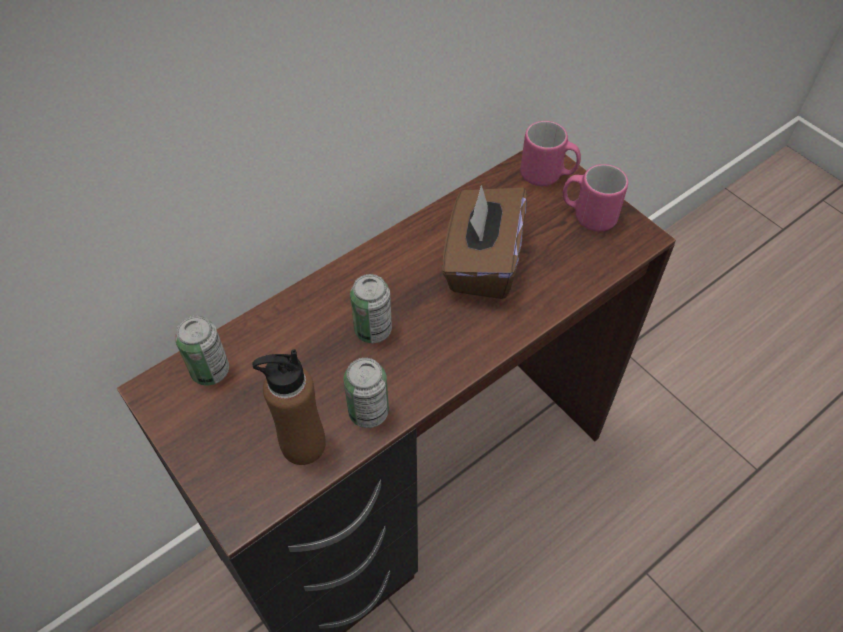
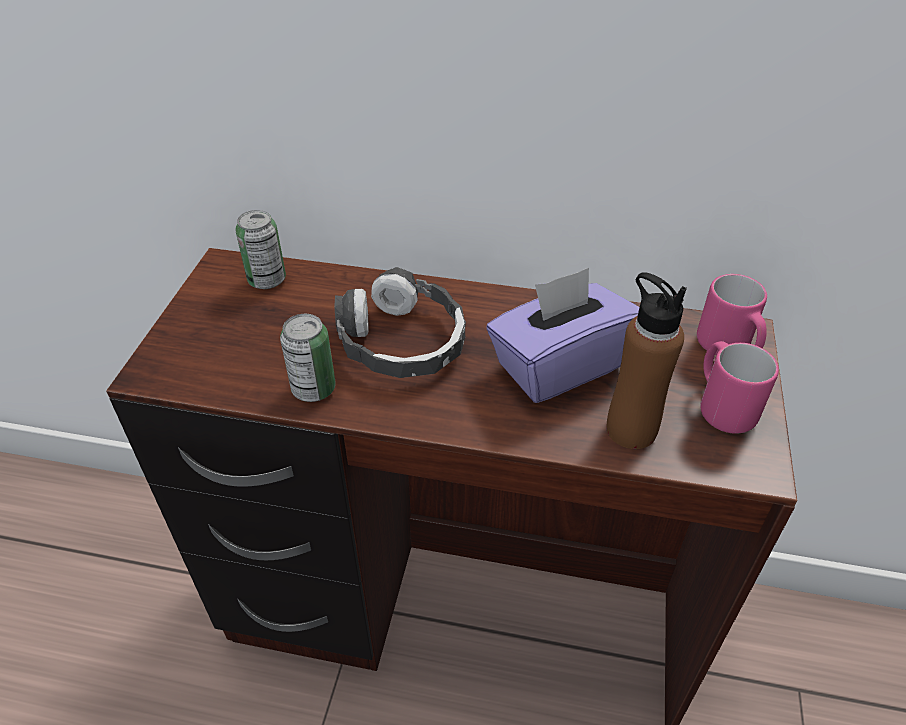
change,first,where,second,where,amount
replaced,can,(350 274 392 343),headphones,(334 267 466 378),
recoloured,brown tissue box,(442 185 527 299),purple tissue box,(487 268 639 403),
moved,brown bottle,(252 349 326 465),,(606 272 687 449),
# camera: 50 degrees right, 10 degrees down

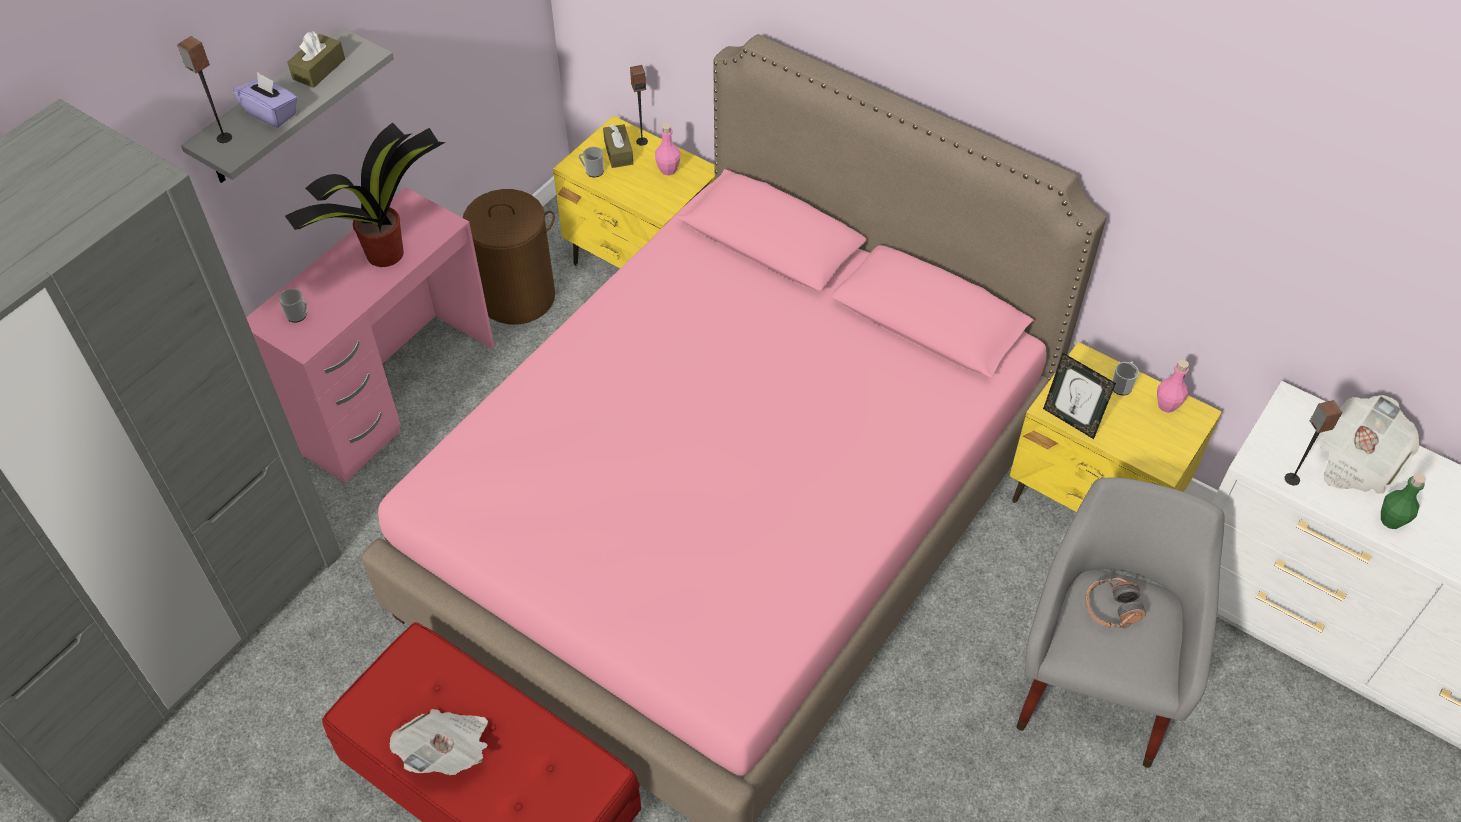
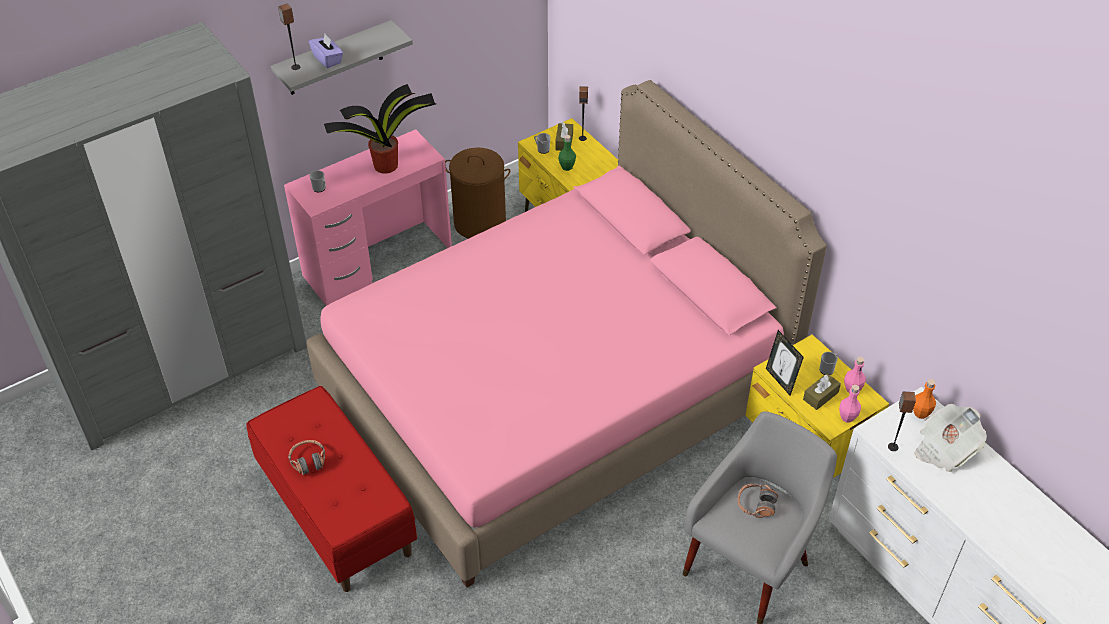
change,first,where,second,where,amount
replaced,newspaper,(390 709 488 775),headphones,(288 440 325 475),
moved,green bottle,(1381 473 1426 529),,(558 135 576 171),
moved,brown tissue box,(287 31 345 88),,(803 373 841 410),
moved,pink bottle,(655 123 680 176),,(839 385 861 423),
added,,,orange bottle,(913 379 936 419),
# camera: 20 degrees right, 5 degrees down

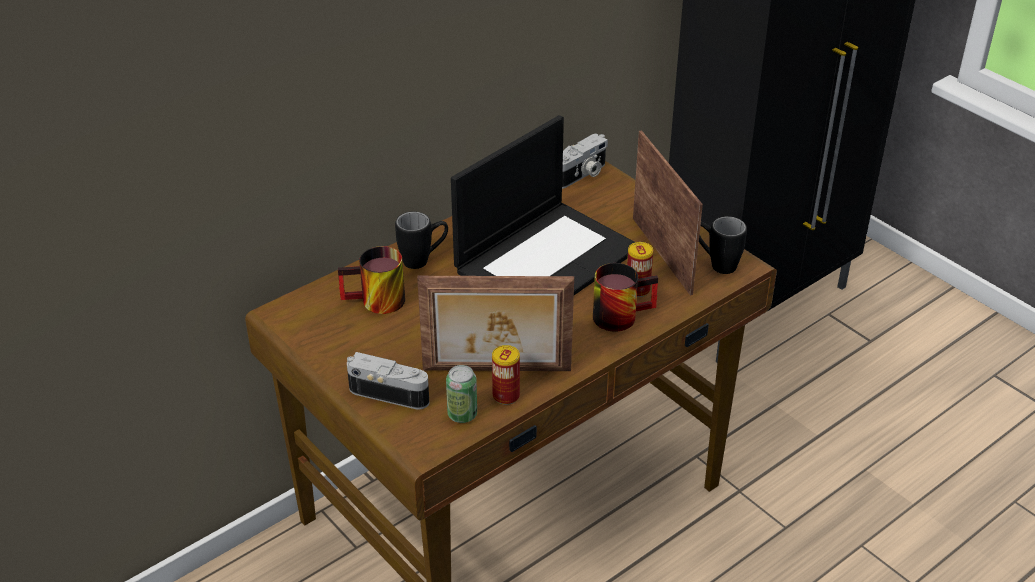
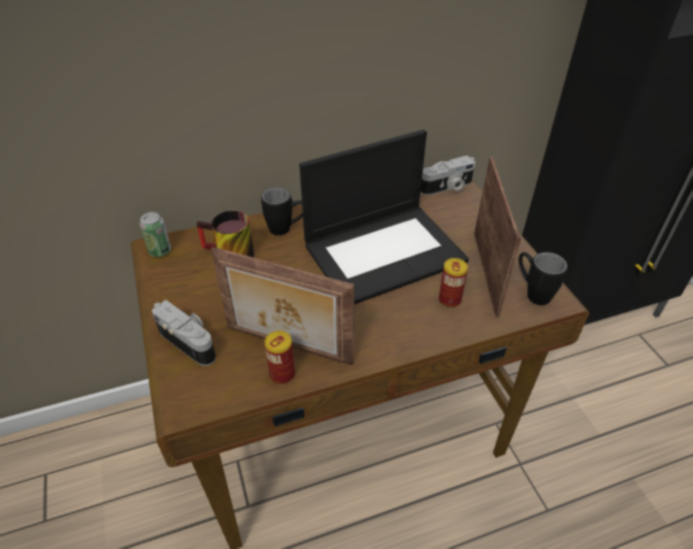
change,first,where,second,where,amount
moved,can,(446 365 477 423),,(140 212 171 257),
removed,mug,(593 263 658 332),,,
# camera: 20 degrees right, 5 degrees up

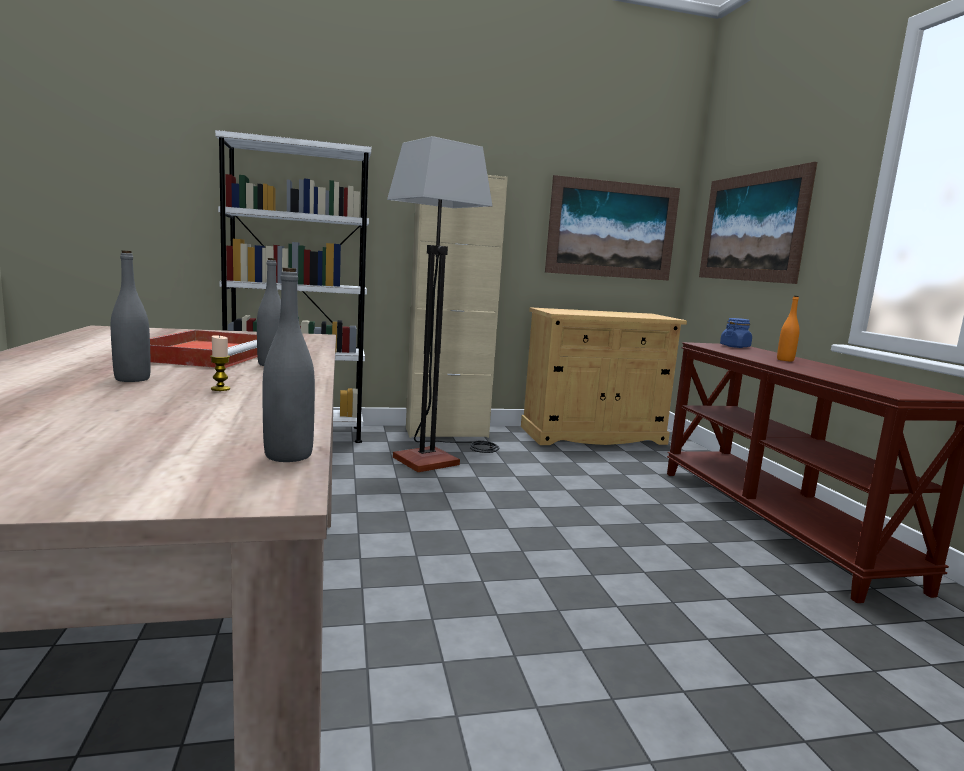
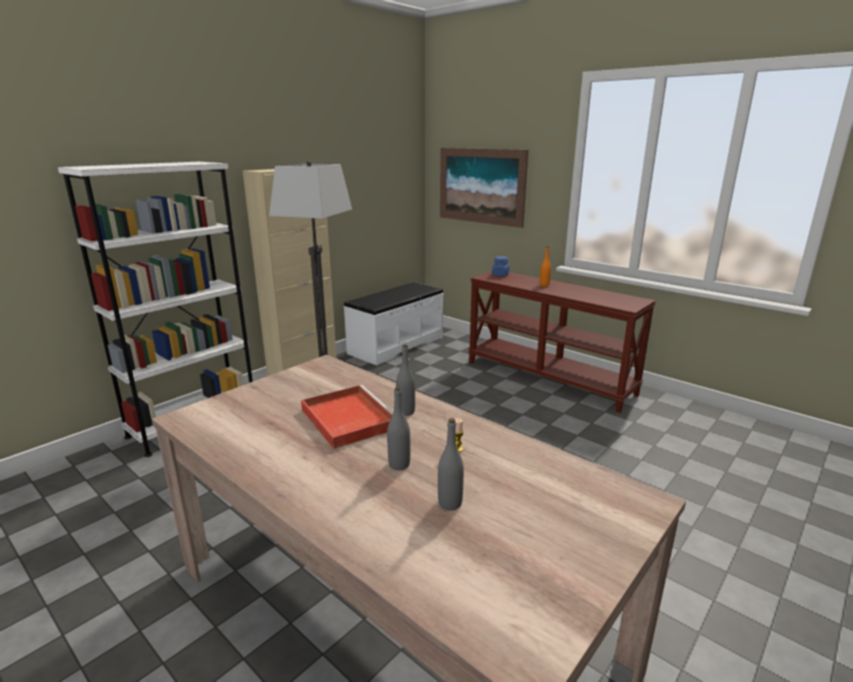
change,first,where,second,where,amount
replaced,beige cabinet,(521 307 687 445),white bench,(344 282 444 366),
moved,grey bottle,(262 268 315 462),,(438 418 464 511),
removed,picture,(545 175 680 281),,,
# camera: 35 degrees left, 10 degrees up

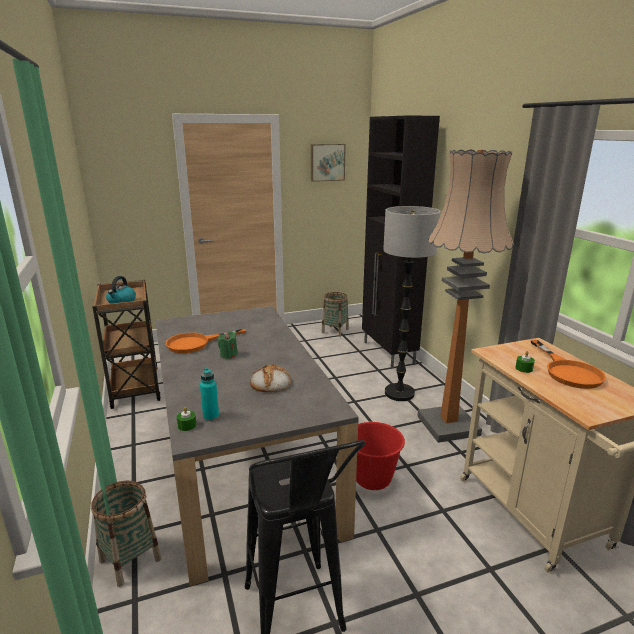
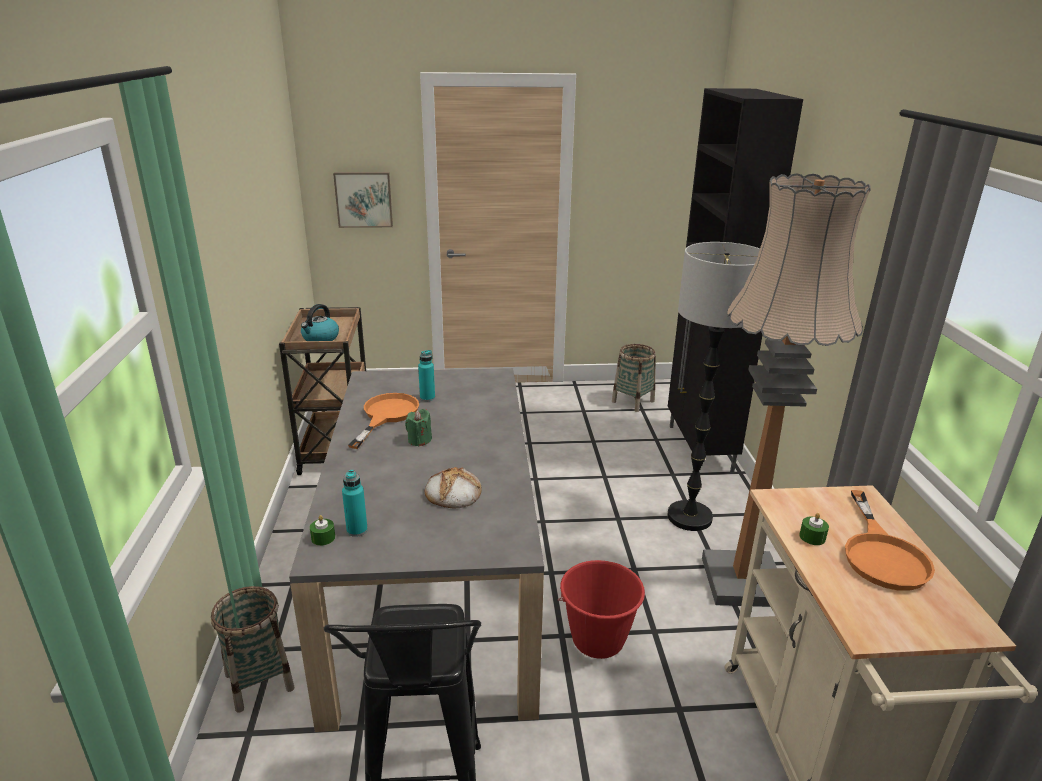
change,first,where,second,where,amount
moved,picture,(311 144 346 182),,(333 172 393 228),
turned,orange frying pan,(165 329 246 353),,(348 393 419 449),120 degrees clockwise
added,,,turquoise bottle,(418 350 435 401),
# camera: 15 degrees right, 5 degrees up

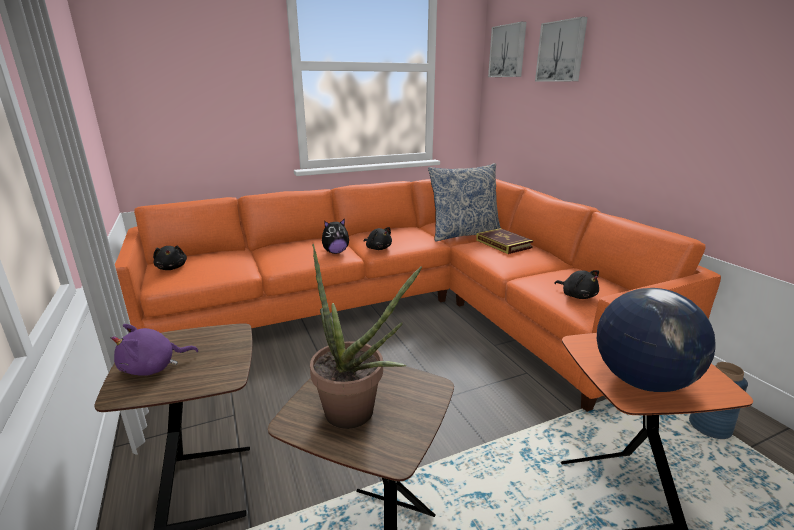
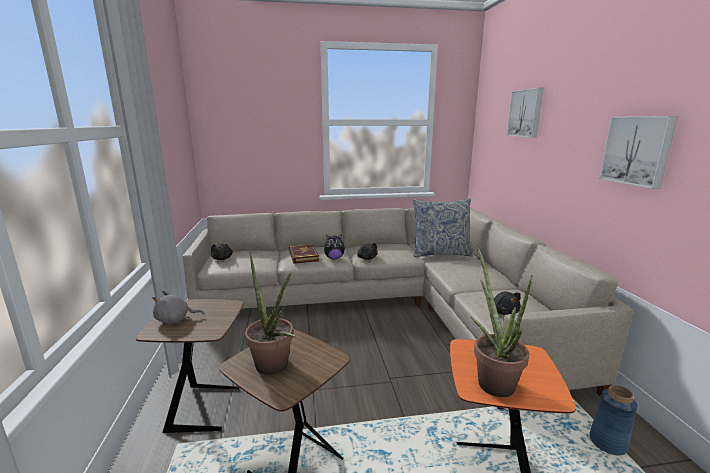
change,first,where,second,where,amount
recoloured,purple plush toy,(111 324 198 376),grey plush toy,(152 290 204 324),
recoloured,orange sofa,(115 179 721 412),beige sofa,(183 208 633 409),
moved,book,(476 228 534 254),,(289 244 319 264),
replaced,globe,(597 288 716 392),potted plant,(470 244 532 397),
moved,picture,(488 22 527 77),,(599 116 678 189),
# camera: 15 degrees right, 5 degrees down

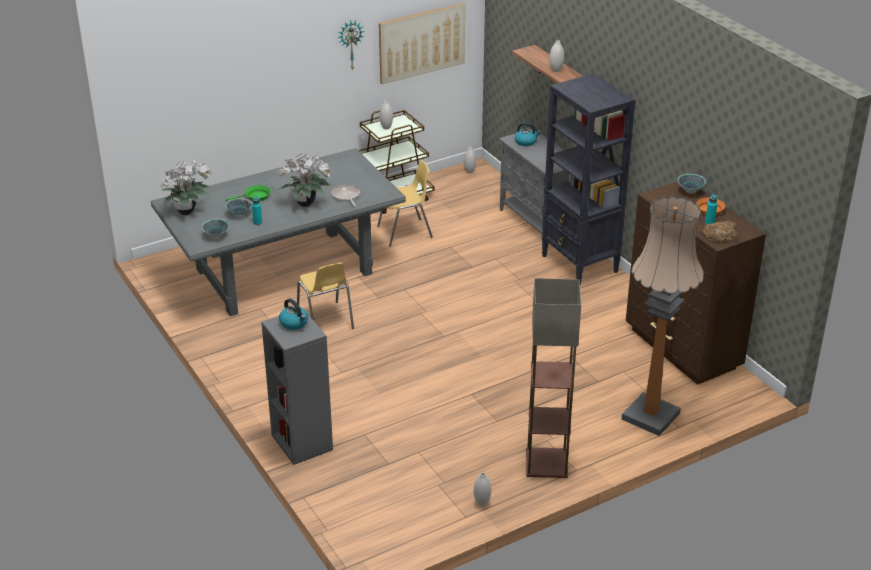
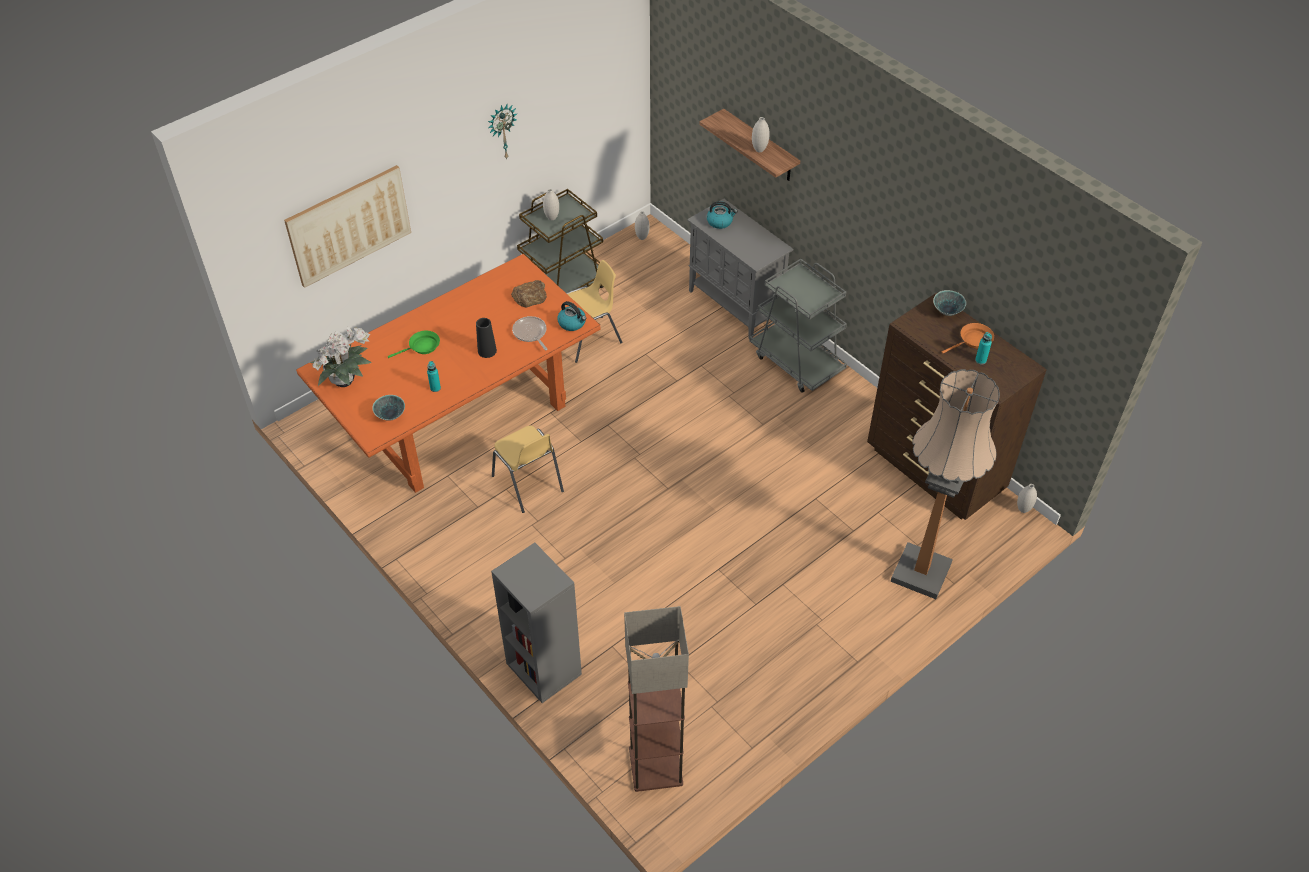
change,first,where,second,where,amount
moved,picture,(379 3 465 84),,(284 165 411 288),
recoloured,grey dining table,(151 148 406 316),orange dining table,(296 254 600 493),
replaced,potted plant,(277 154 334 207),black vase,(476 318 497 358),
moved,bread,(702 221 738 244),,(511 280 547 307),
moved,kettle,(279 299 308 330),,(557 301 586 331),
moved,floor lamp,(526 278 581 478),,(624 606 689 792),
replaced,black bookcase,(542 73 636 285),grey cart,(749 259 847 393),
moved,white vase,(474 472 491 506),,(1017 484 1037 513),
removed,bowl,(226 198 252 216),,,
# camera: 10 degrees left, 15 degrees up

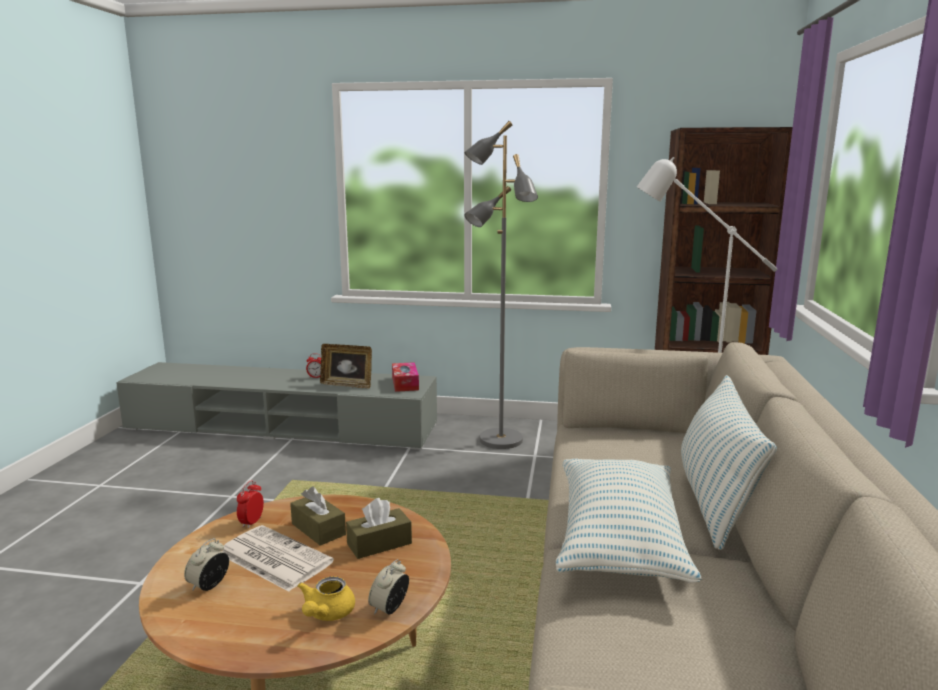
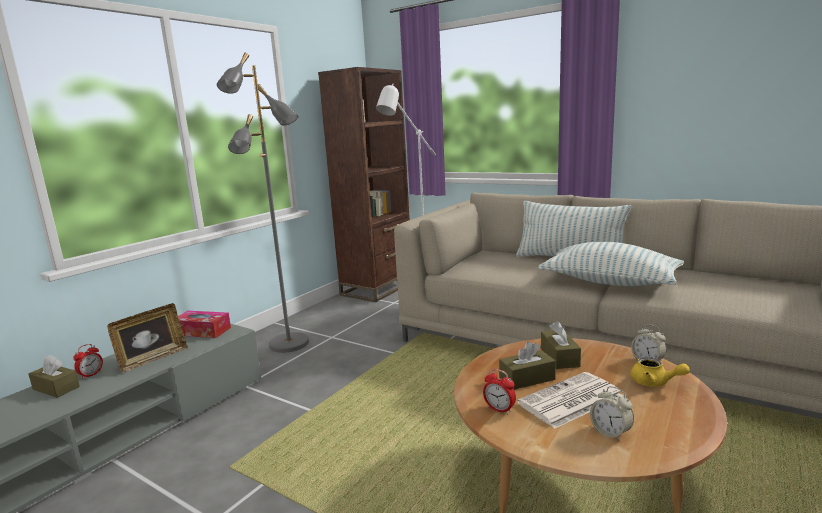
change,first,where,second,where,amount
added,,,brown tissue box,(29 355 80 398),
# camera: 65 degrees left, 0 degrees up

